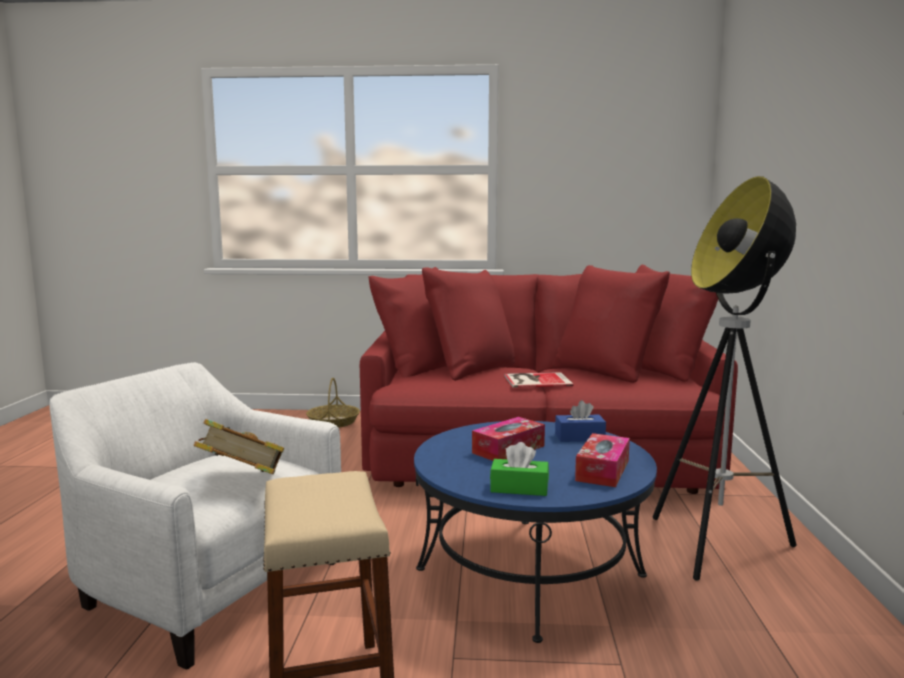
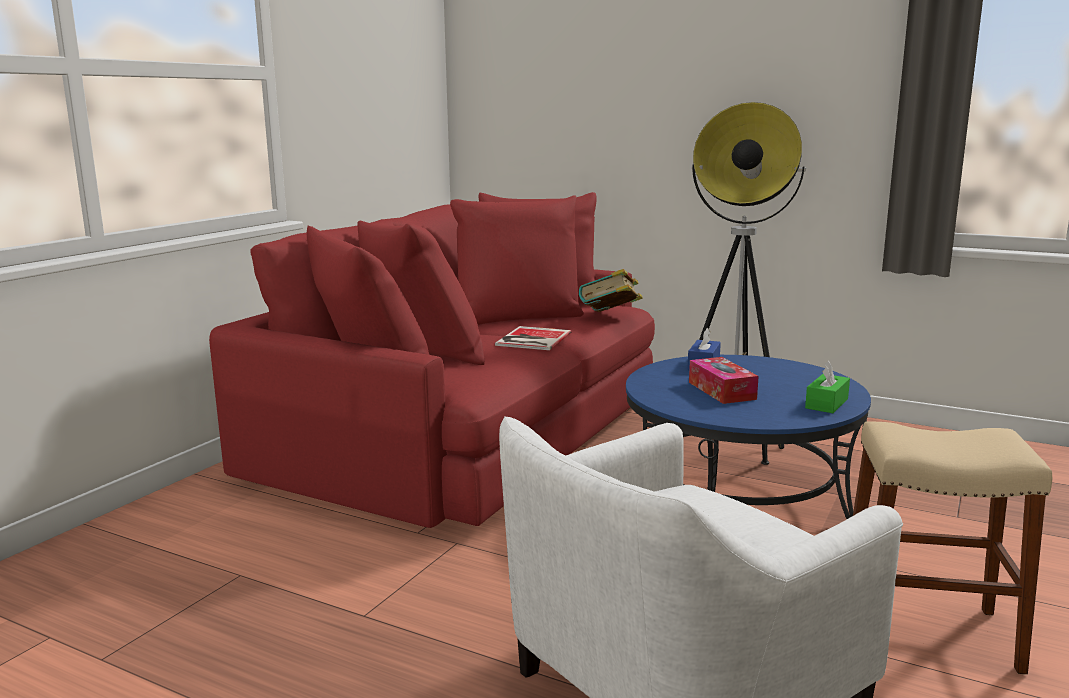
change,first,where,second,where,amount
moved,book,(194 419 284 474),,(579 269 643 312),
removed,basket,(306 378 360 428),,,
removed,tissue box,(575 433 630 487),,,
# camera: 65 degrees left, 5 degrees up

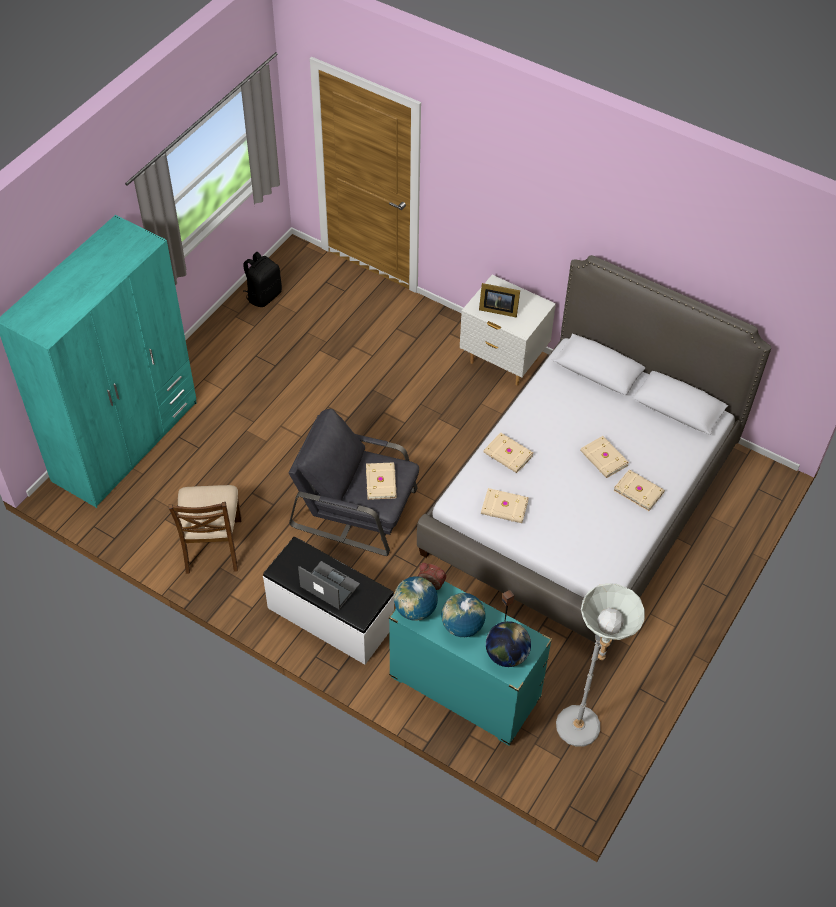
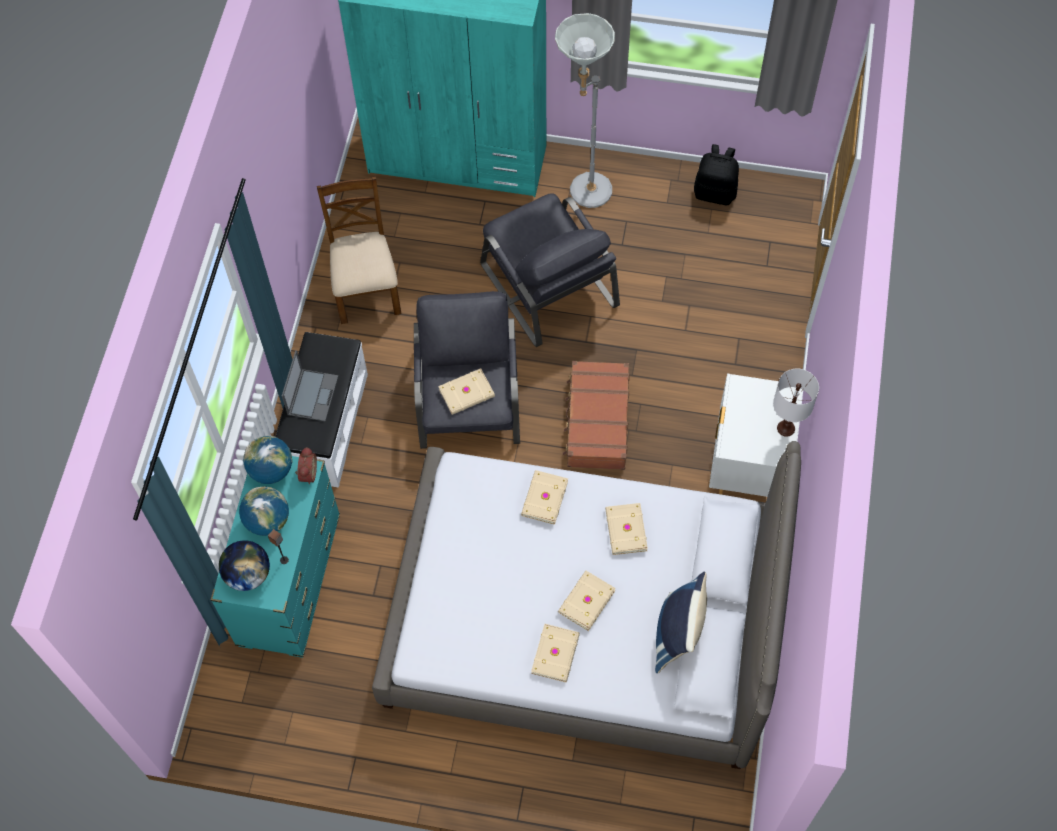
change,first,where,second,where,amount
turned,brown chair,(169 485 241 574),,(317 177 401 324),105 degrees clockwise
added,,,grey armchair,(480 193 620 347),
moved,grey floor lamp,(556 583 645 747),,(555 13 615 208),
added,,,brown suitcase,(563 361 630 470),
moved,beige book,(481 488 529 523),,(605 503 648 555),
added,,,blue pillow,(655 572 707 673),
added,,,white table lamp,(773 369 819 437),
removed,picture frame,(479 283 520 318),,,
# camera: 70 degrees right, 10 degrees up

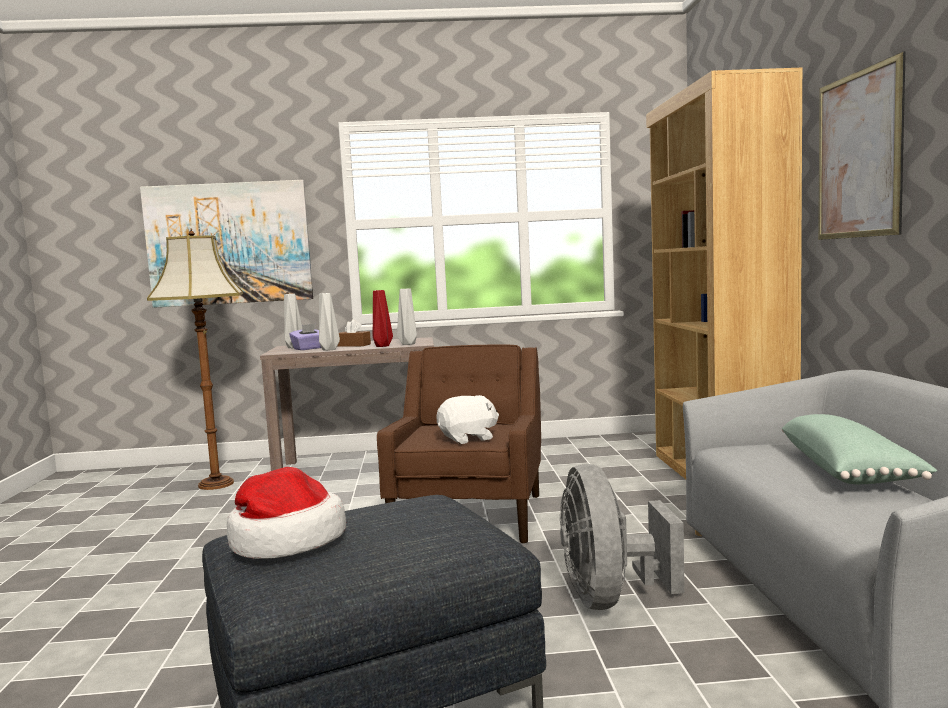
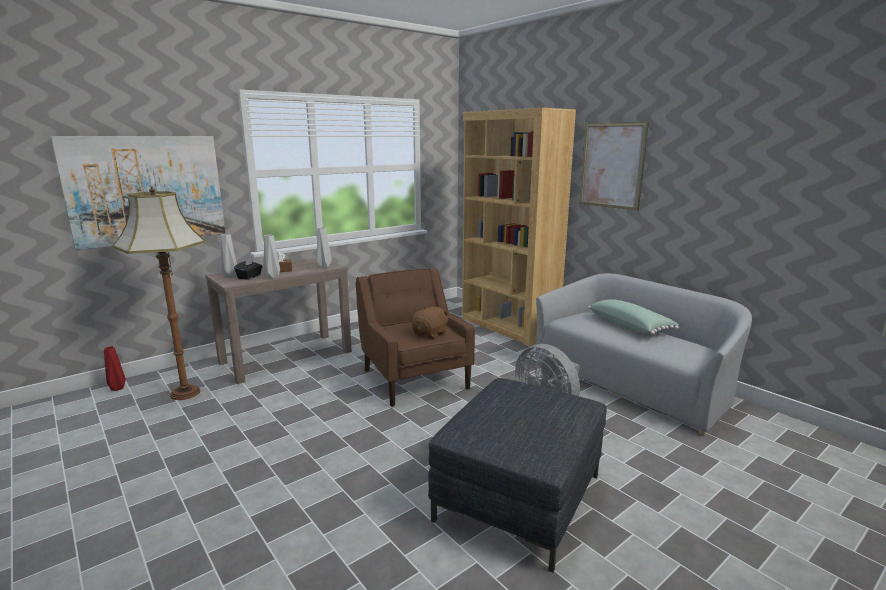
change,first,where,second,where,amount
moved,red vase,(373 290 393 347),,(104 346 126 391),
recoloured,purple tissue box,(289 324 321 350),black tissue box,(234 257 262 280),
recoloured,white plush toy,(436 395 499 444),brown plush toy,(412 306 449 339),
removed,hat,(227 467 346 559),,,
# camera: 35 degrees left, 10 degrees up

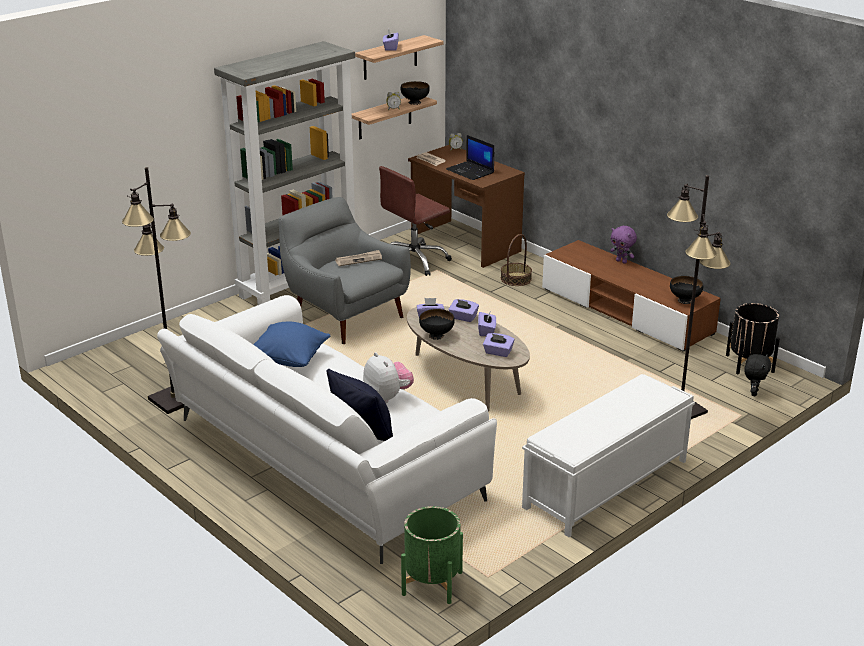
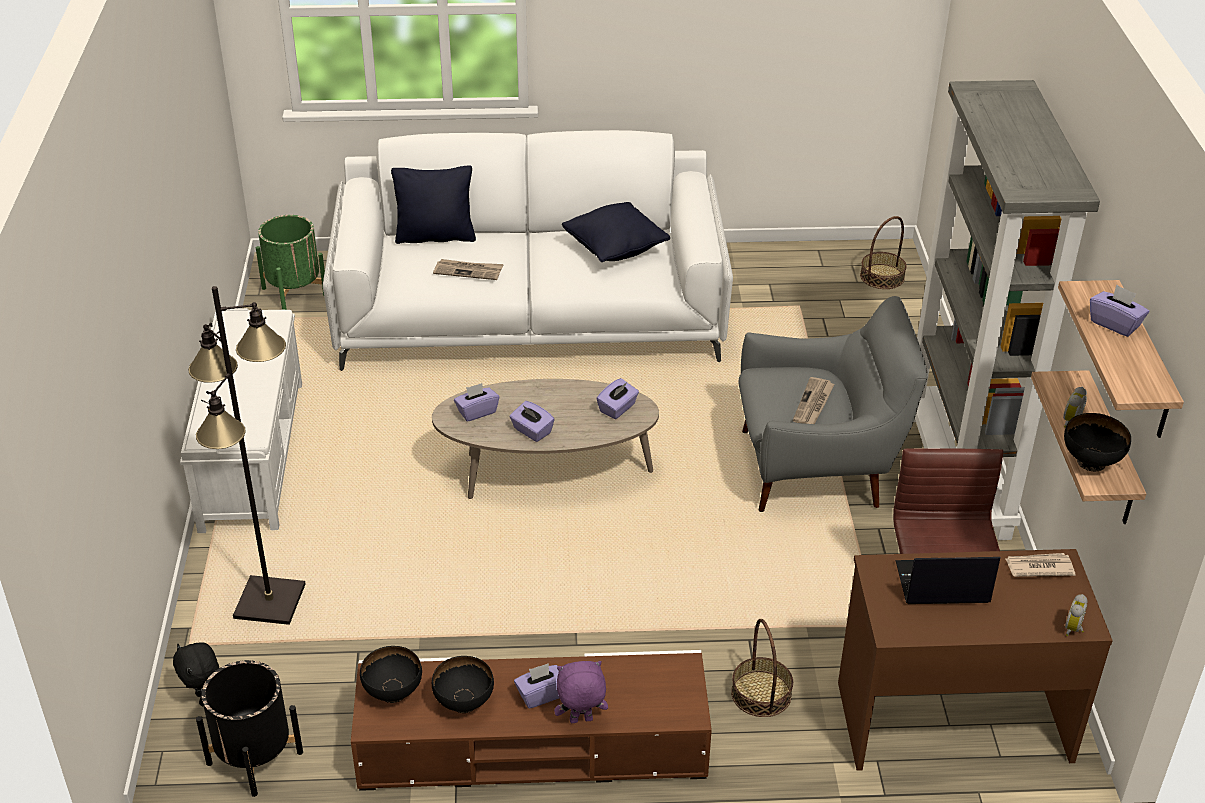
change,first,where,second,where,amount
moved,black bowl,(419 309 455 340),,(432 656 494 713),
replaced,plush toy,(363 352 414 403),newspaper,(433 259 504 280),
moved,purple tissue box,(448 299 479 322),,(514 663 559 709),
recoloured,blue pillow,(253 322 330 367),black pillow,(562 202 670 262),
added,,,basket,(860 216 907 289),
removed,black floor lamp,(122 167 191 414),,,
# camera: 130 degrees right, 10 degrees up

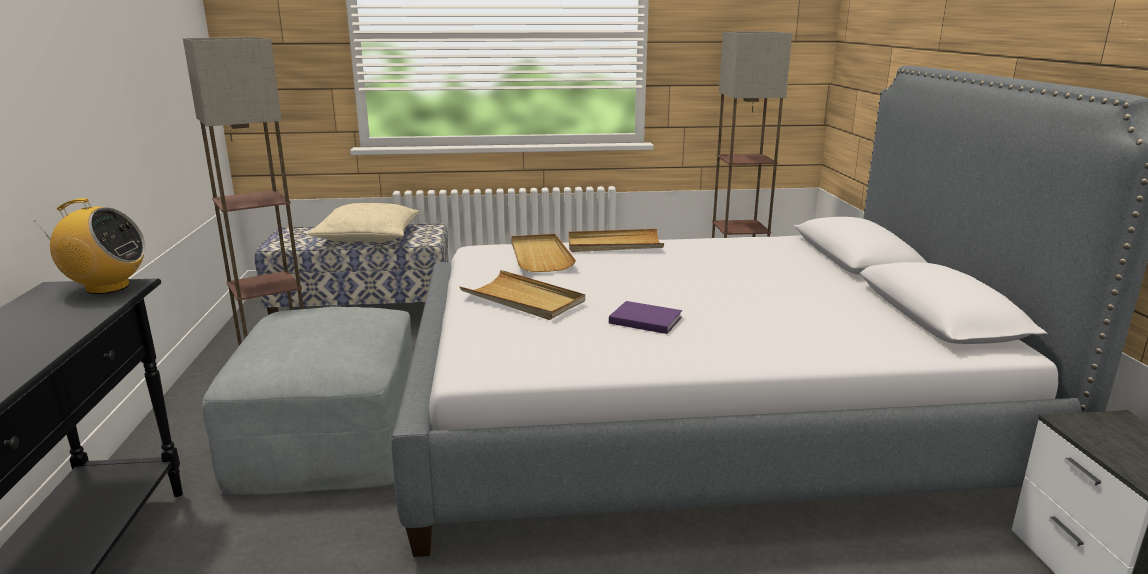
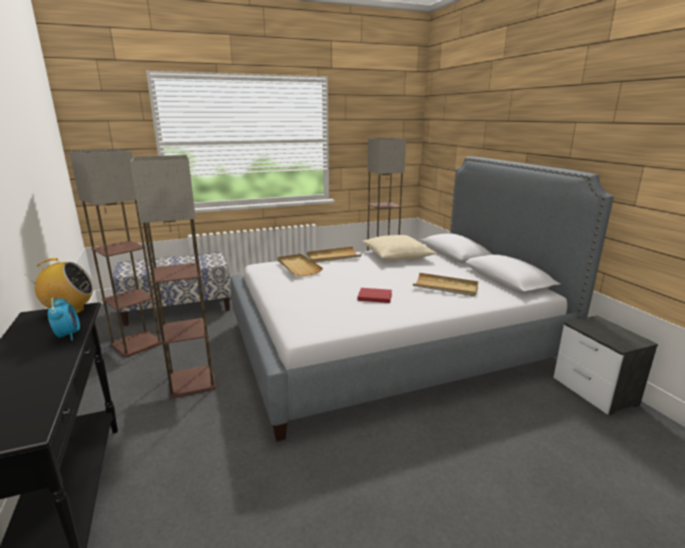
change,first,where,second,where,amount
added,,,alarm clock,(48 297 80 341),
replaced,grey ottoman,(202 307 413 495),floor lamp,(130 155 216 398),
recoloured,purple book,(609 301 682 334),red book,(357 288 392 303),
moved,beige pillow,(308 203 419 242),,(362 235 436 261),
moved,beige tray,(460 270 585 320),,(413 273 478 297),
# camera: 15 degrees left, 0 degrees up

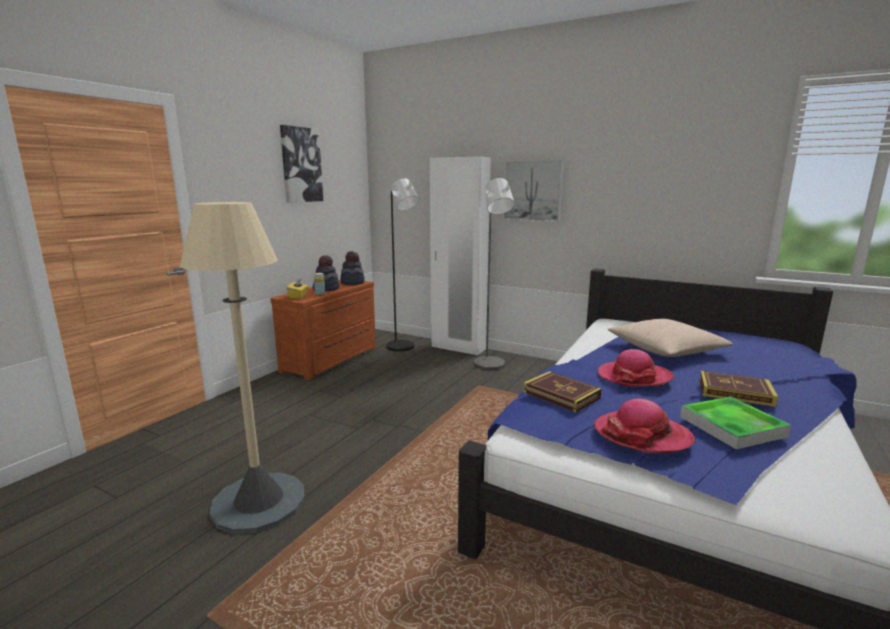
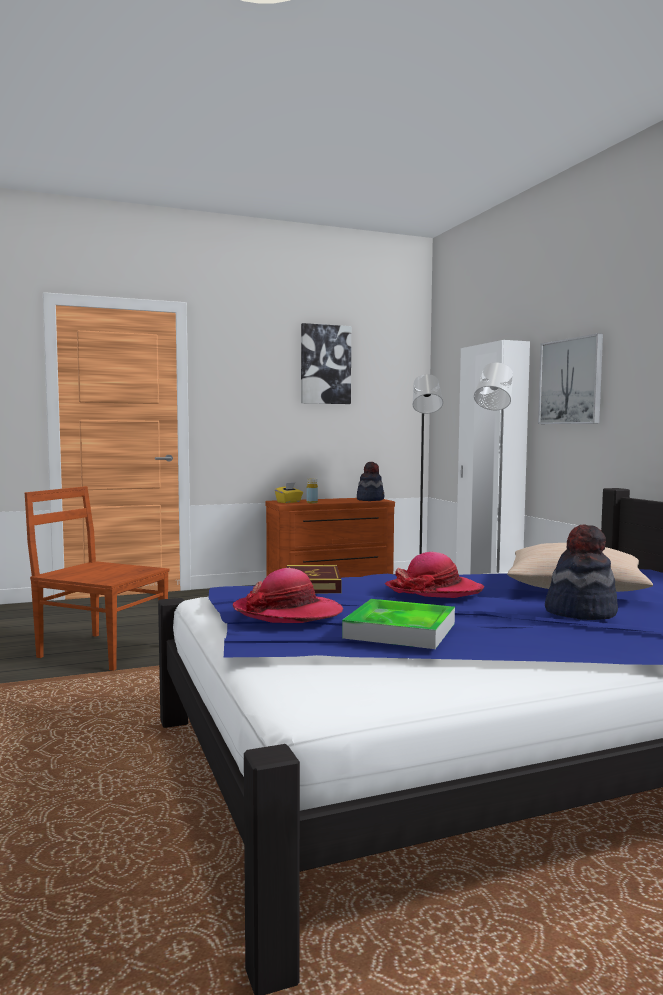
change,first,where,second,where,amount
replaced,beige floor lamp,(180 202 305 534),brown chair,(24 486 169 671),
moved,hat,(313 255 340 291),,(545 524 618 620),
removed,book,(699 371 778 407),,,
# camera: 40 degrees right, 10 degrees down

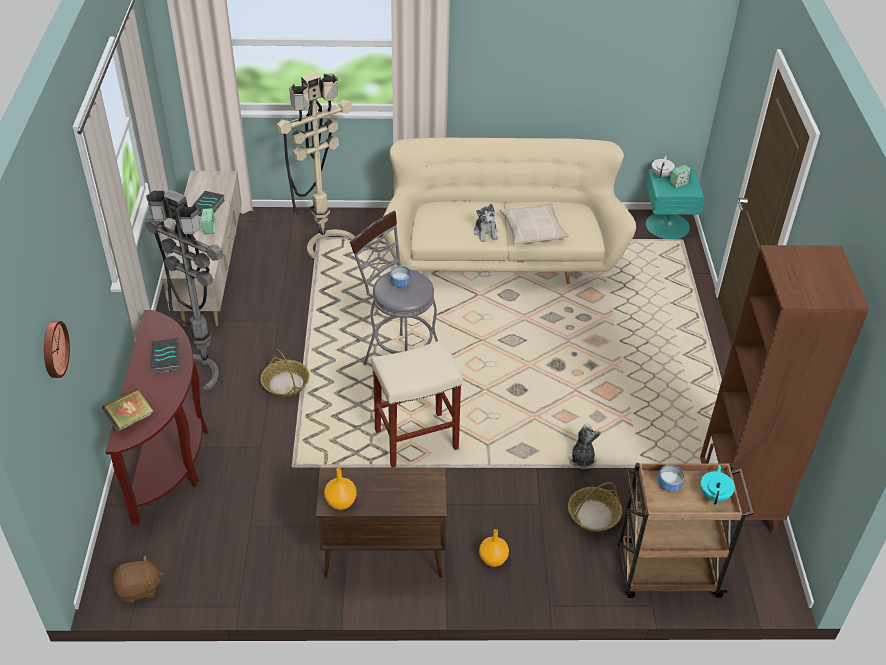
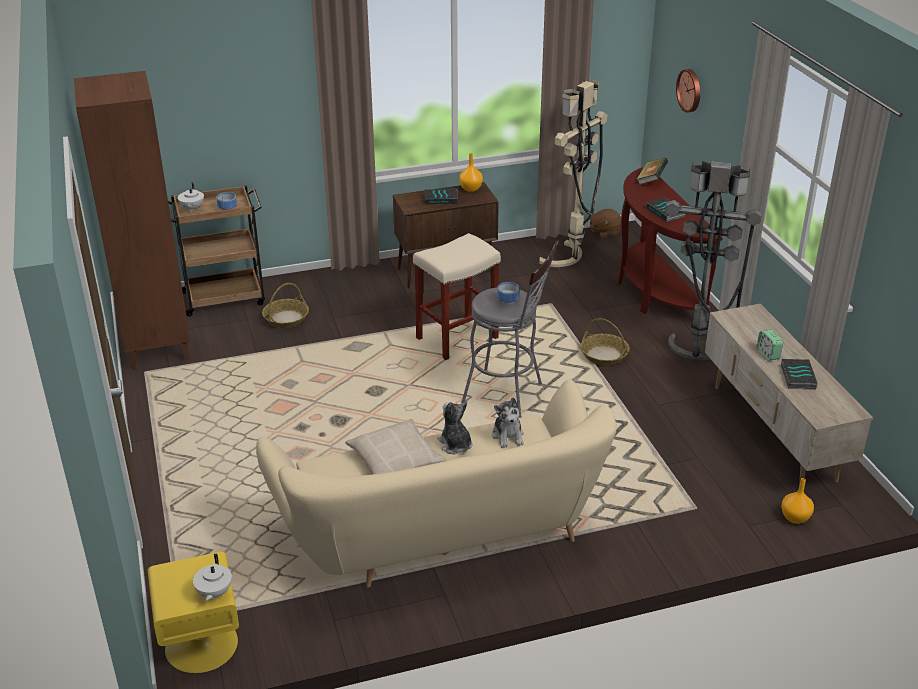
change,first,where,second,where,amount
recoloured,turquoise nightstand,(645 169 704 239),yellow nightstand,(148 552 239 674),
recoloured,turquoise teapot,(701 465 735 505),white teapot,(178 182 204 212),
added,,,book,(424 189 457 205),
moved,plush toy,(569 424 601 469),,(492 397 524 448),
moved,beige floor lamp,(277 72 355 258),,(539 80 607 267),
moved,orange vase,(479 529 509 567),,(781 478 814 524),
removed,alarm clock,(670 165 692 188),,,
# camera: 165 degrees right, 10 degrees down

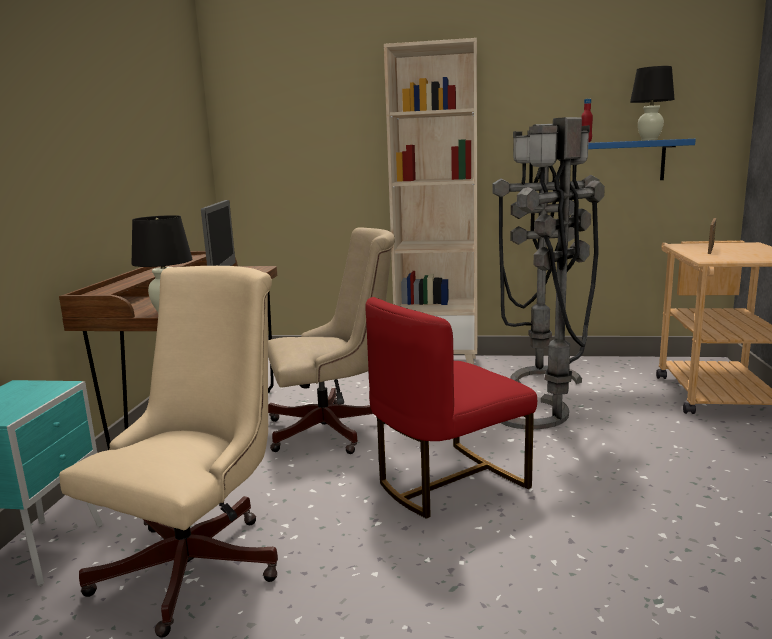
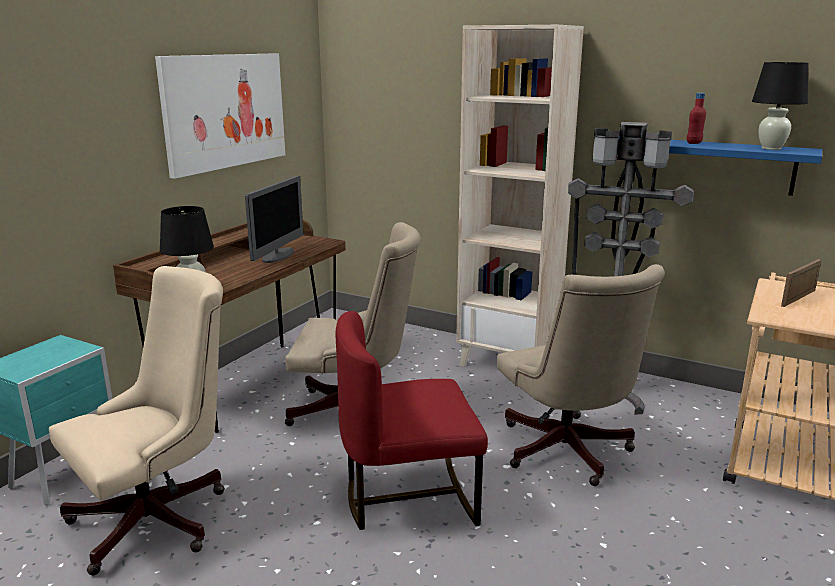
change,first,where,second,where,amount
added,,,picture,(155 53 285 179),
replaced,grey floor lamp,(501 117 605 429),beige office chair,(497 264 665 486),
# camera: 20 degrees right, 5 degrees up

